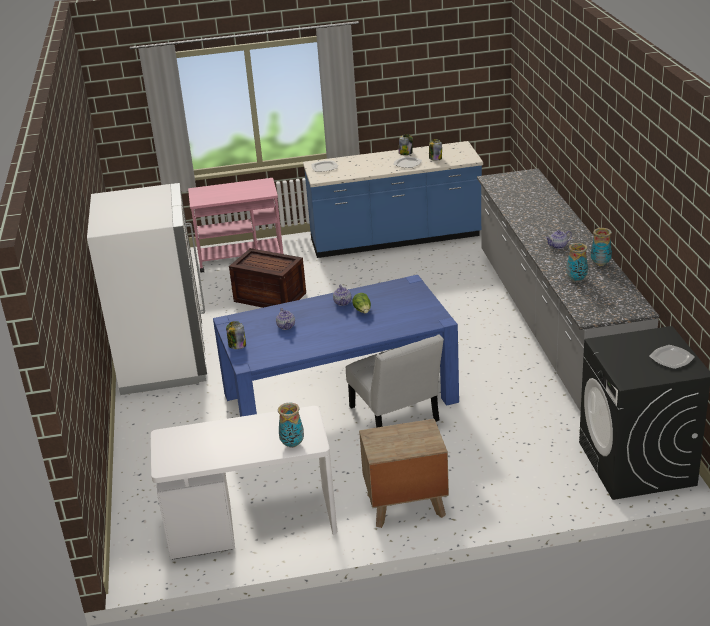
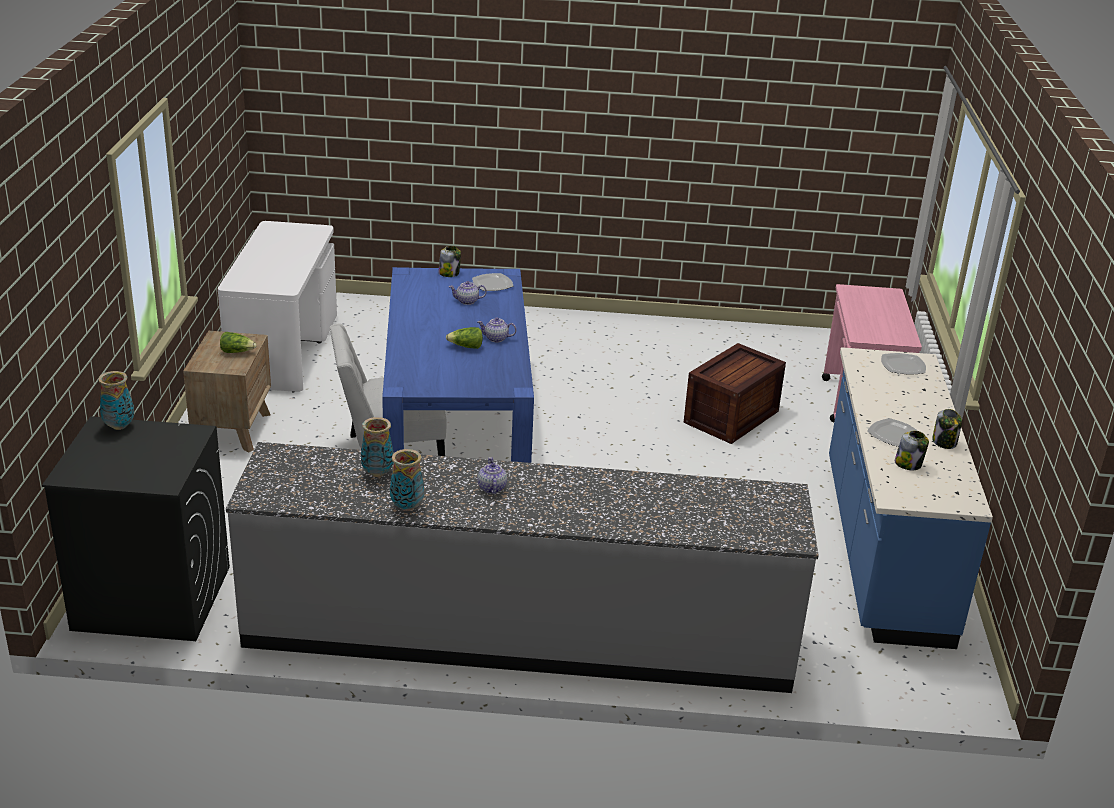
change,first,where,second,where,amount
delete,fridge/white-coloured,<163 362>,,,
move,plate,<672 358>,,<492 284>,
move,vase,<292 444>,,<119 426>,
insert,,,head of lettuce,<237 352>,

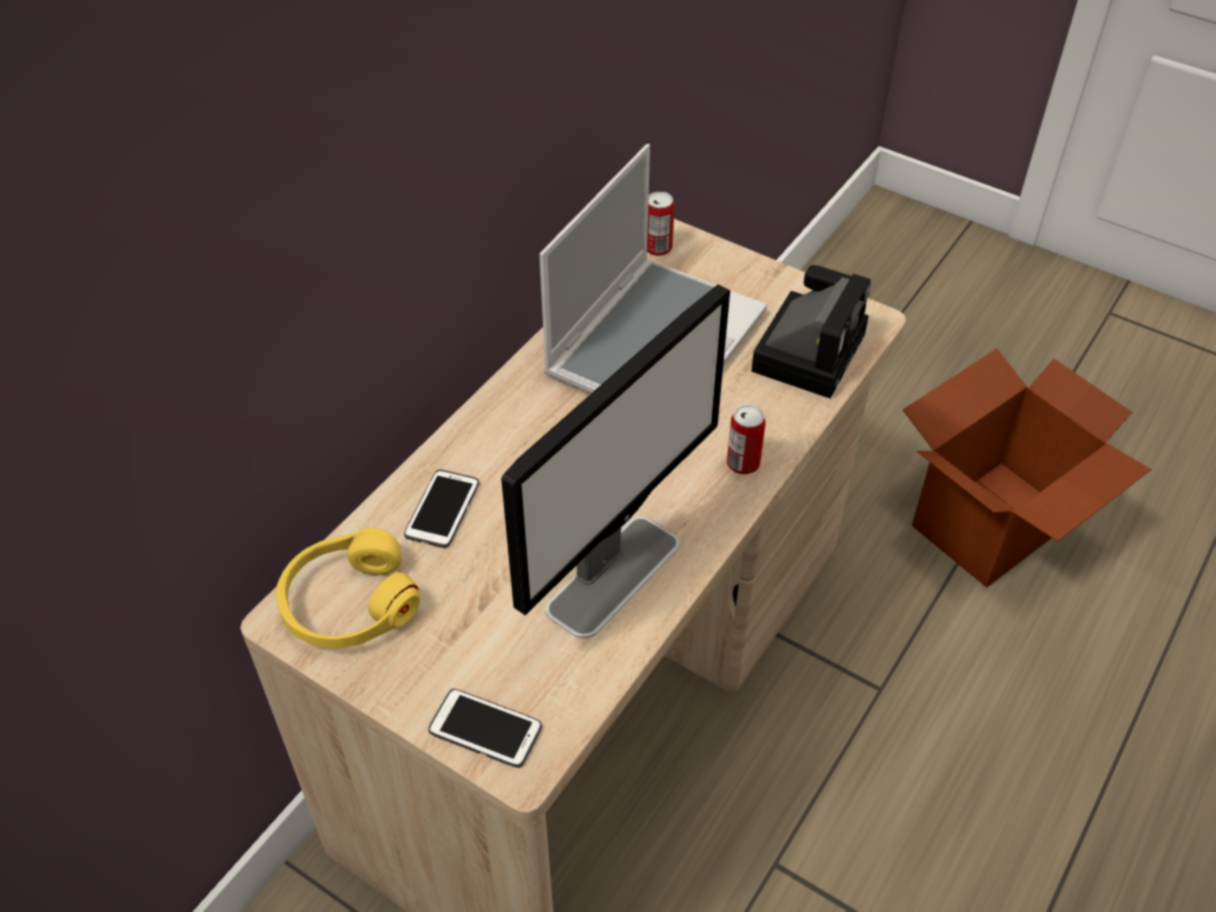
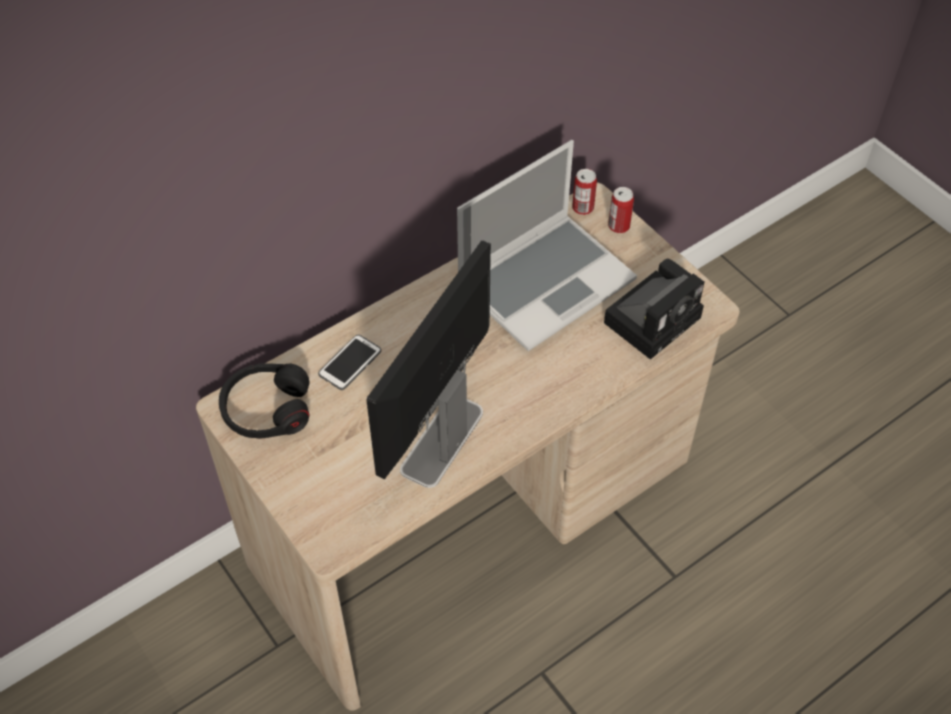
change,first,where,second,where,amount
rotate,computer display,<614 574>,,<441 441>,150 degrees clockwise
delete,cardboard box,<995 525>,,,
move,metal can,<743 463>,,<619 226>,
recolor,pair of headphones/yellowish,<349 603>,pair of headphones/black,<266 409>,
delete,telephone,<485 729>,,,

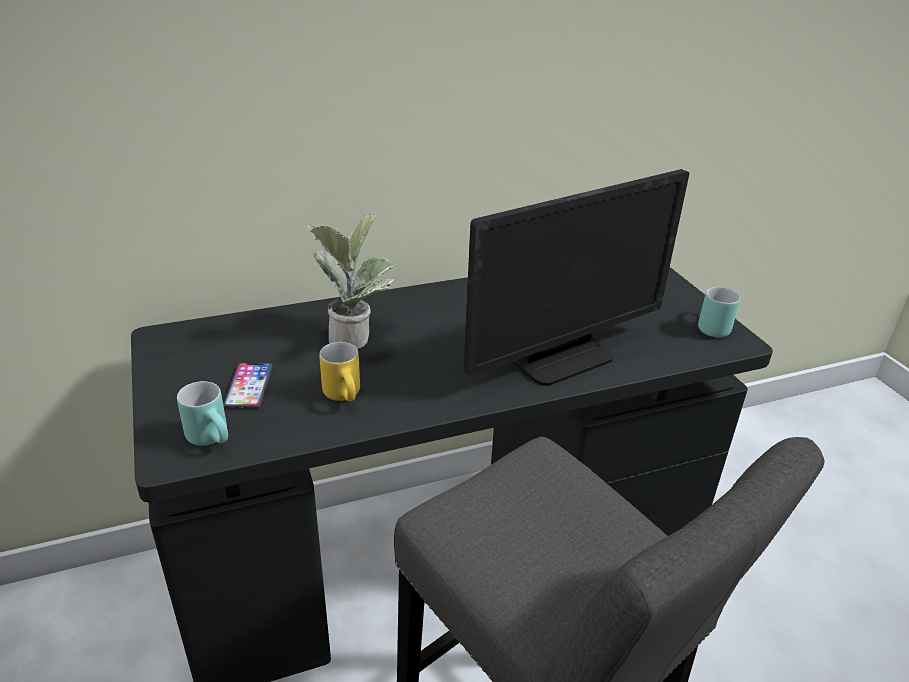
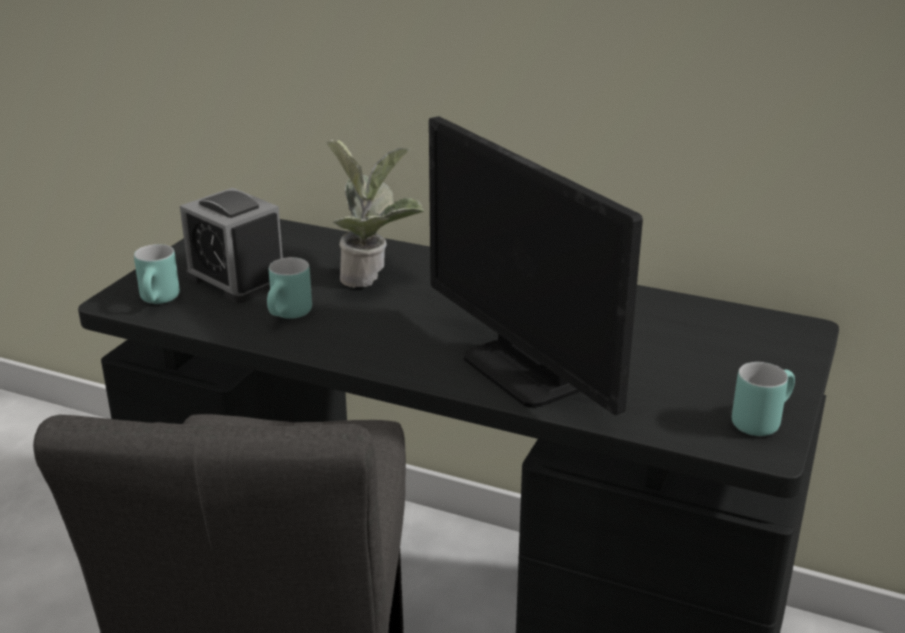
change,first,where,second,where,amount
rotate,computer display,<560 357>,,<525 371>,45 degrees clockwise
recolor,tea mug/yellowish,<346 396>,tea mug/turquoise,<290 316>,
replace,telephone,<249 386>,alarm clock,<236 279>,

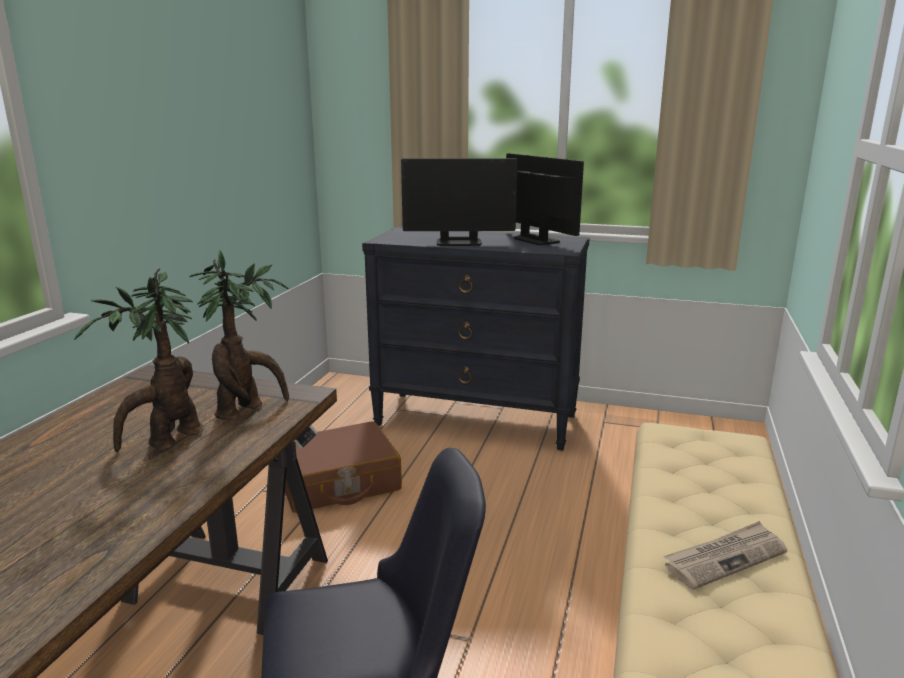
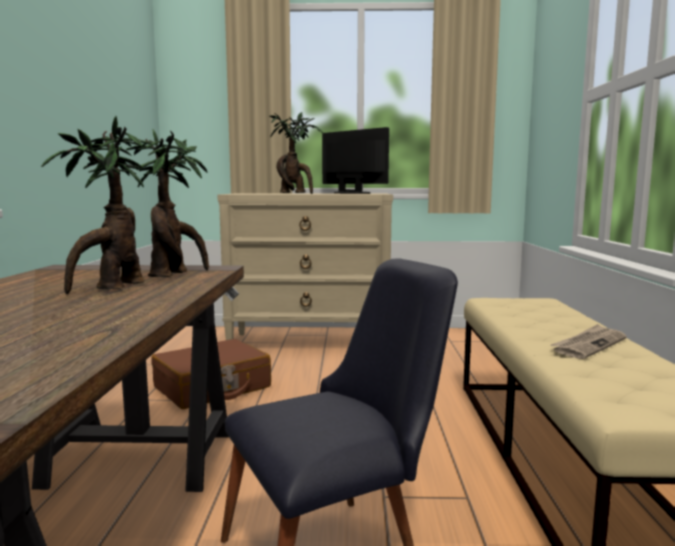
change,first,where,second,where,amount
replace,computer display,<459 242>,potted plant,<295 193>,
recolor,chest of drawers/black,<476 419>,chest of drawers/beige-coloured,<310 343>,

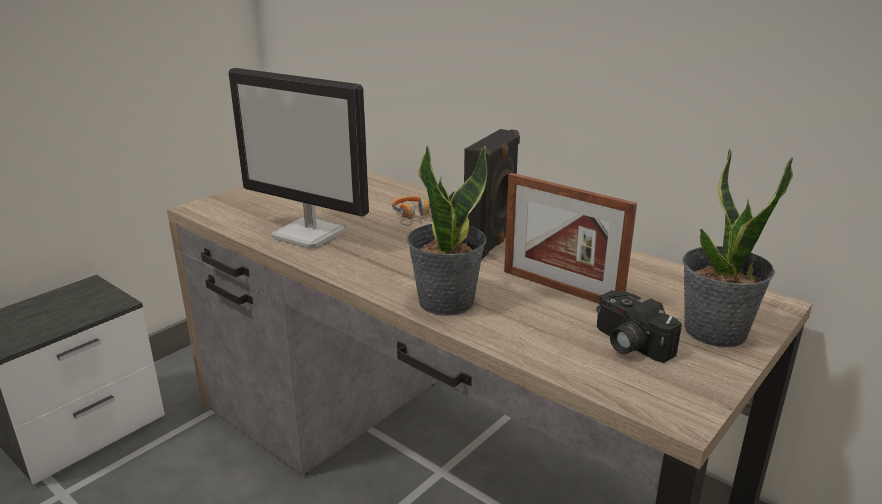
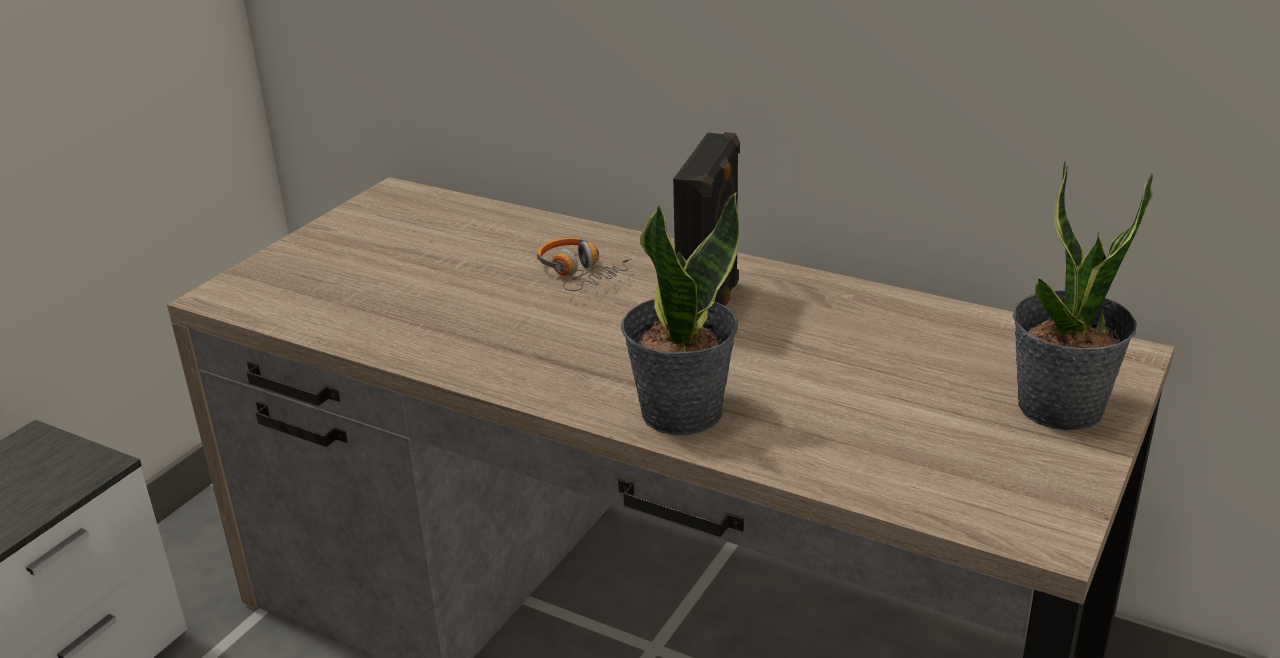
change,first,where,second,where,amount
delete,computer display,<310 234>,,,
delete,photo frame,<560 289>,,,
delete,still camera,<628 344>,,,

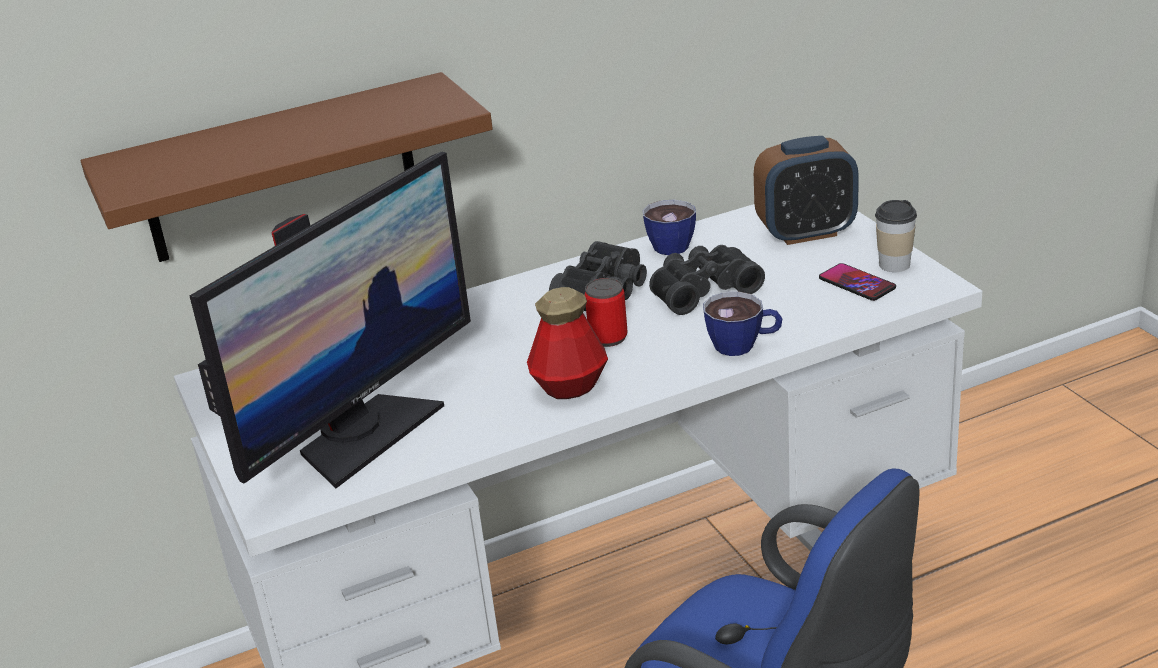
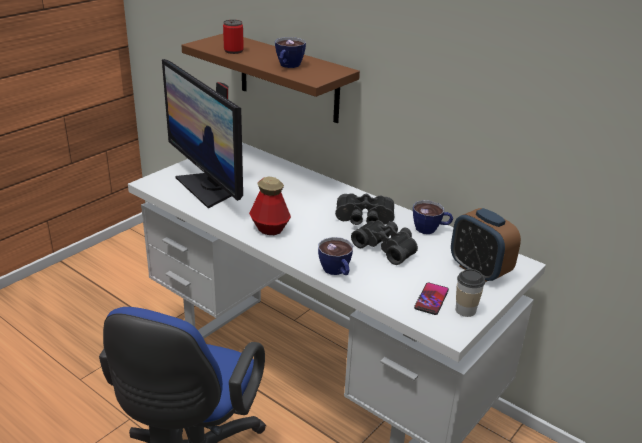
change,first,where,second,where,amount
rotate,computer display,<362 434>,,<208 188>,45 degrees clockwise
move,metal can,<608 337>,,<233 51>,
insert,,,small cup,<288 66>,

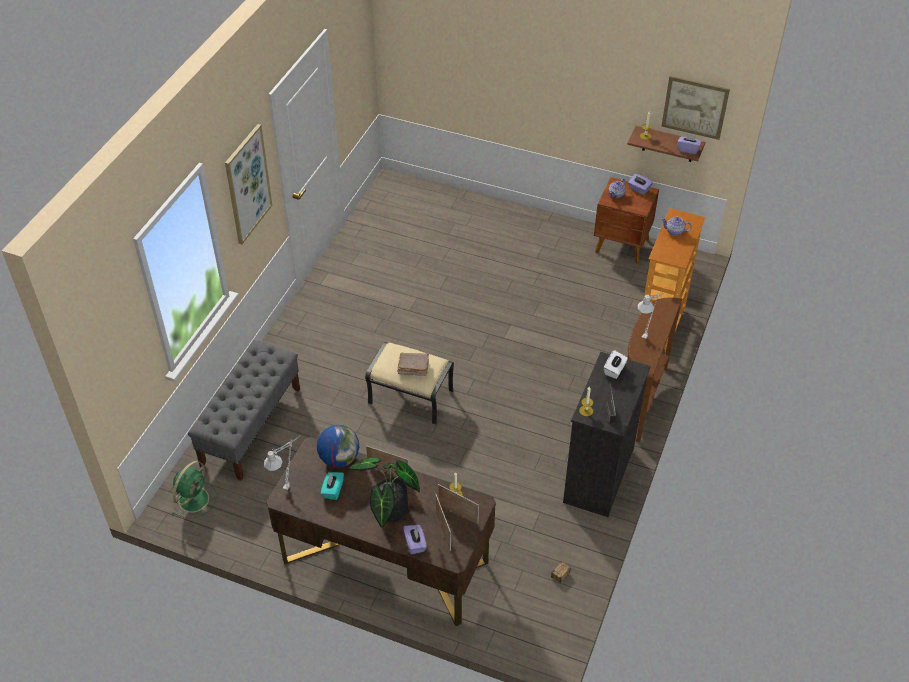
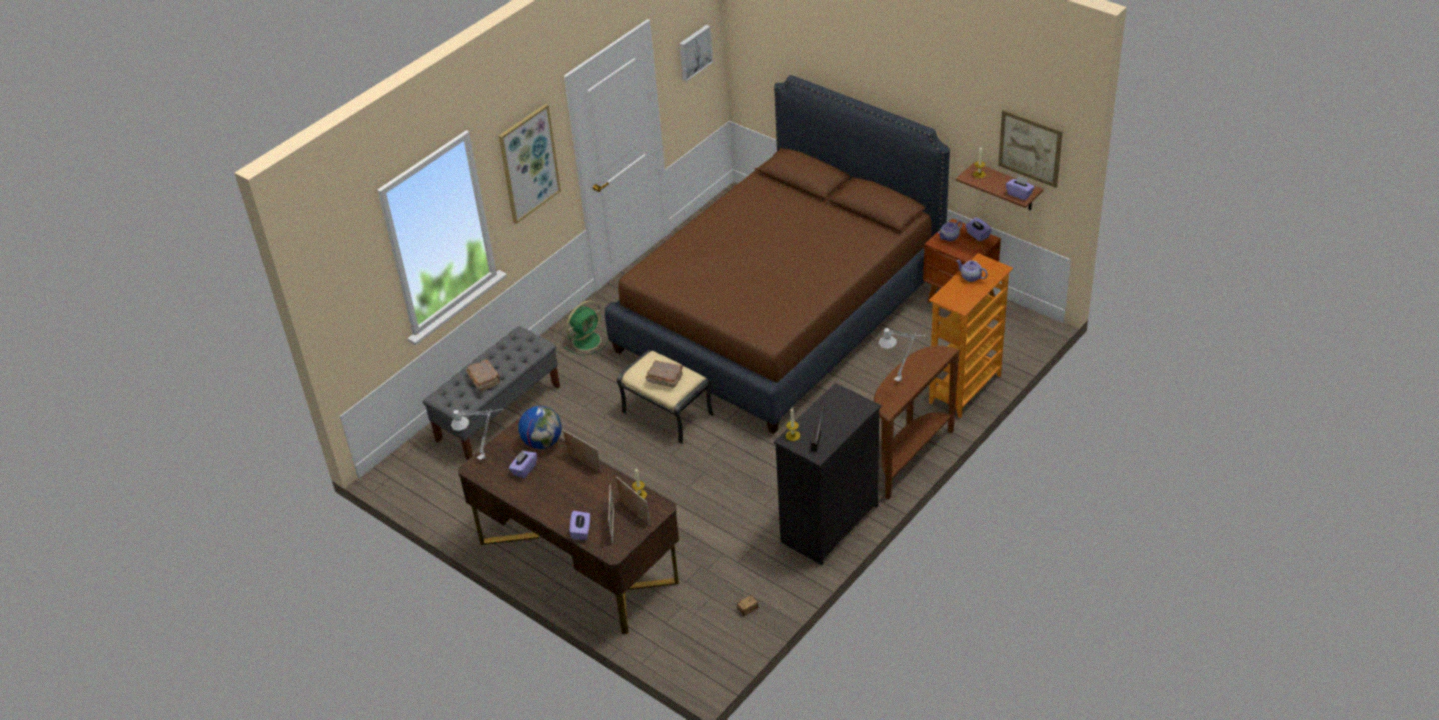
change,first,where,second,where,amount
delete,tissue box/white-coloured,<614 370>,,,
delete,potted plant,<388 511>,,,
move,electric fan/green,<194 498>,,<587 340>,
recolor,tissue box/turquoise,<332 490>,tissue box/purple-coloured,<524 469>,
insert,,,wall art,<694 52>,
insert,,,bedroom bed/brown,<781 313>,
insert,,,bound book/brown,<484 379>,

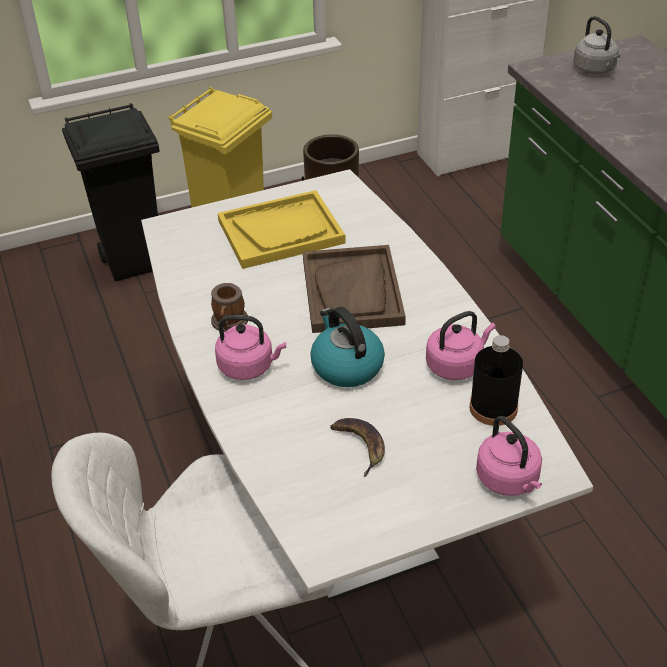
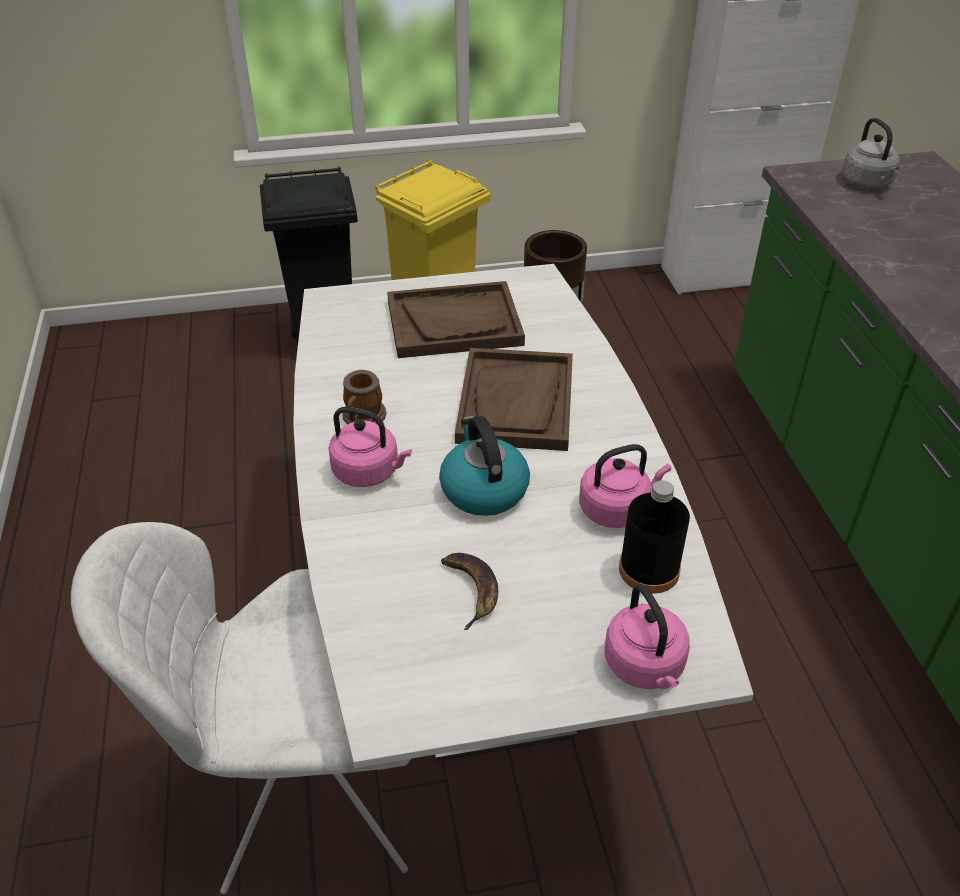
change,first,where,second,where,amount
recolor,serving tray/yellowish,<281 232>,serving tray/brown,<454 323>,

